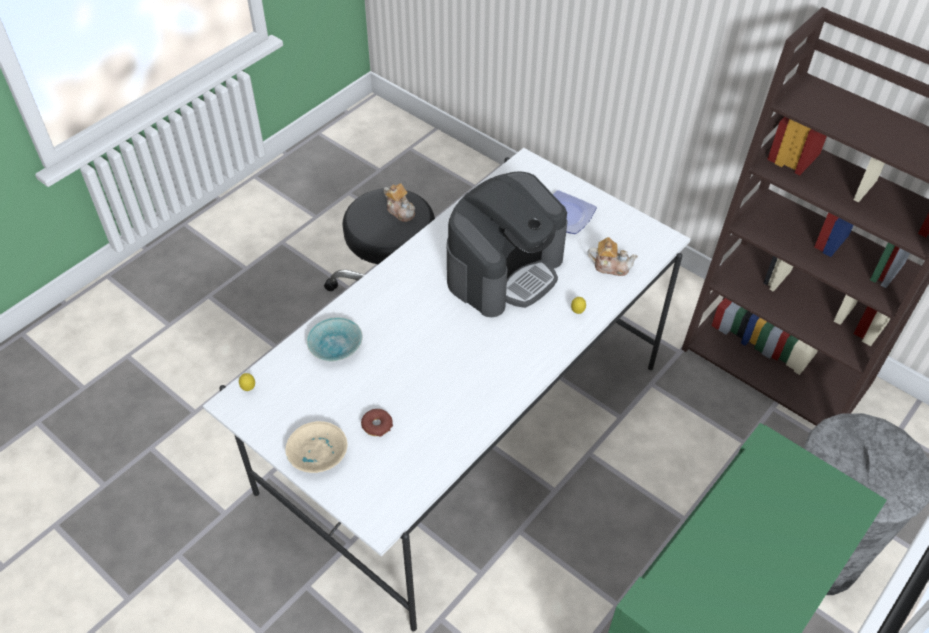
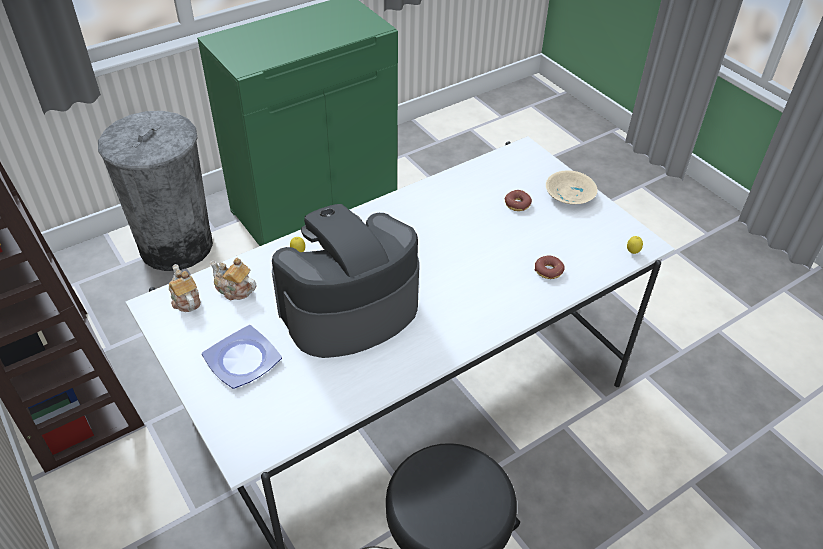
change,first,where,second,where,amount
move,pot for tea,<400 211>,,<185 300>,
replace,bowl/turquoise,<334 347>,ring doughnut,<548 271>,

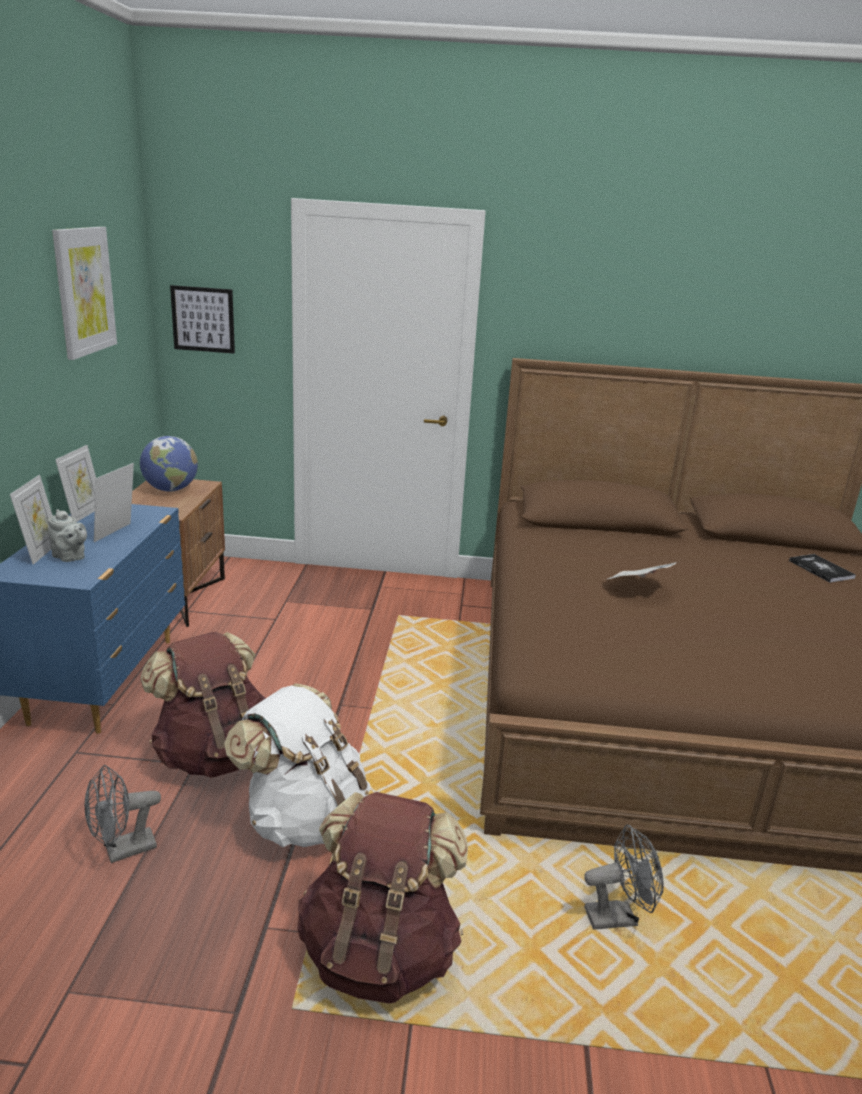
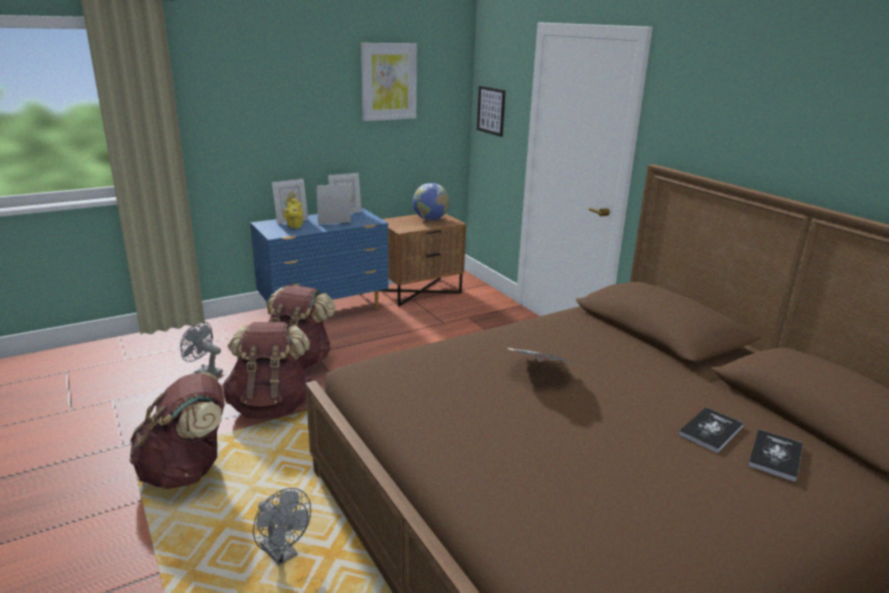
change,first,where,second,where,amount
recolor,pot for tea/greyish,<70 557>,pot for tea/yellowish,<294 226>,
recolor,rucksack/white-coloured,<304 818>,rucksack/brown,<271 407>,
insert,,,bound book,<710 430>,

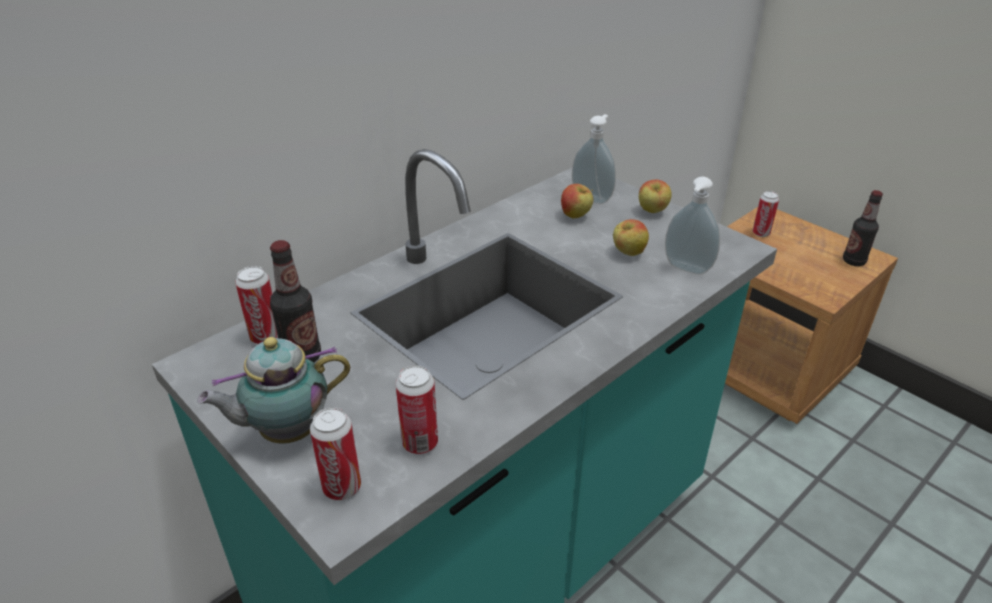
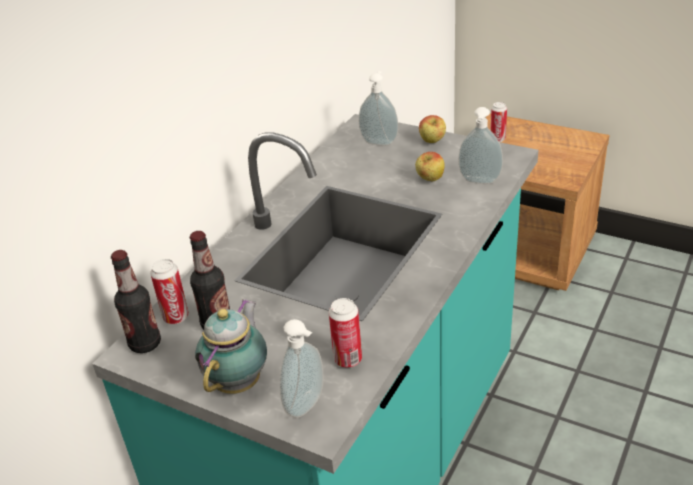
change,first,where,second,where,amount
delete,whole apple,<575 216>,,,
move,bottle,<853 261>,,<145 344>,
rotate,pot for tea,<286 432>,,<240 381>,150 degrees clockwise
replace,metal can,<342 487>,soap dispenser,<307 406>,

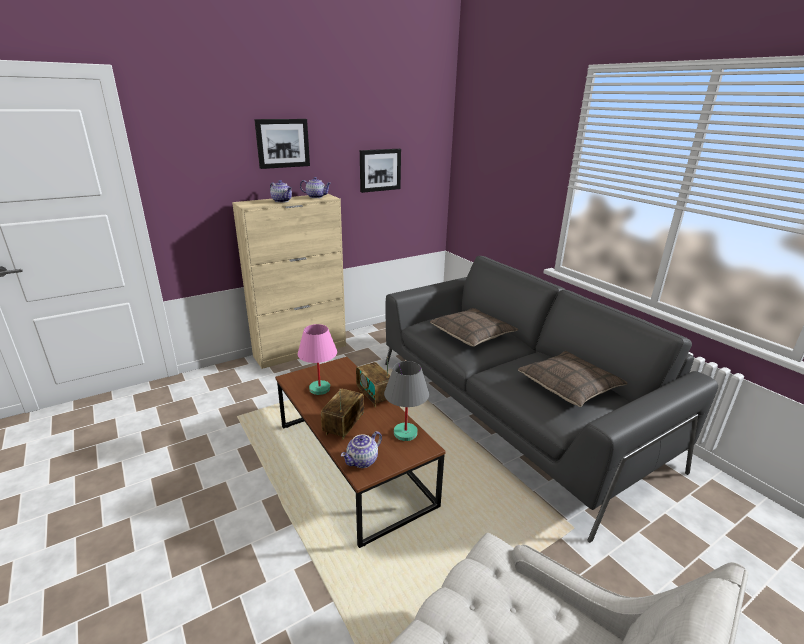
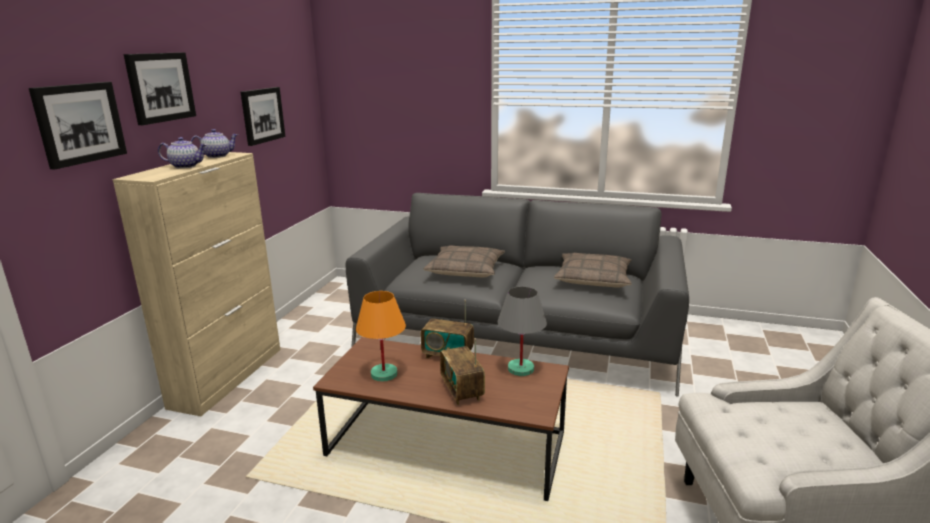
change,first,where,second,where,amount
recolor,table lamp/pink-coloured,<320 389>,table lamp/orangey,<384 374>,
delete,pot for tea,<362 461>,,,
insert,,,wall art,<79 123>,

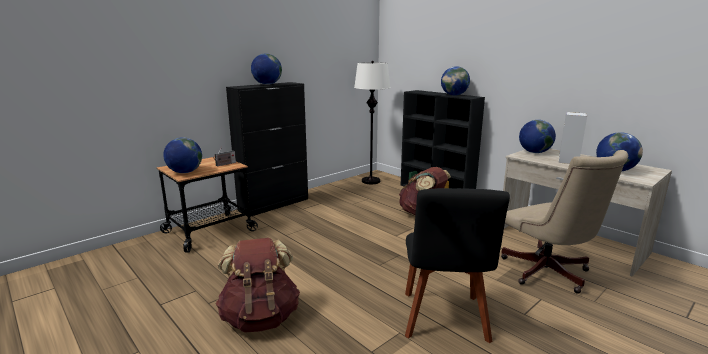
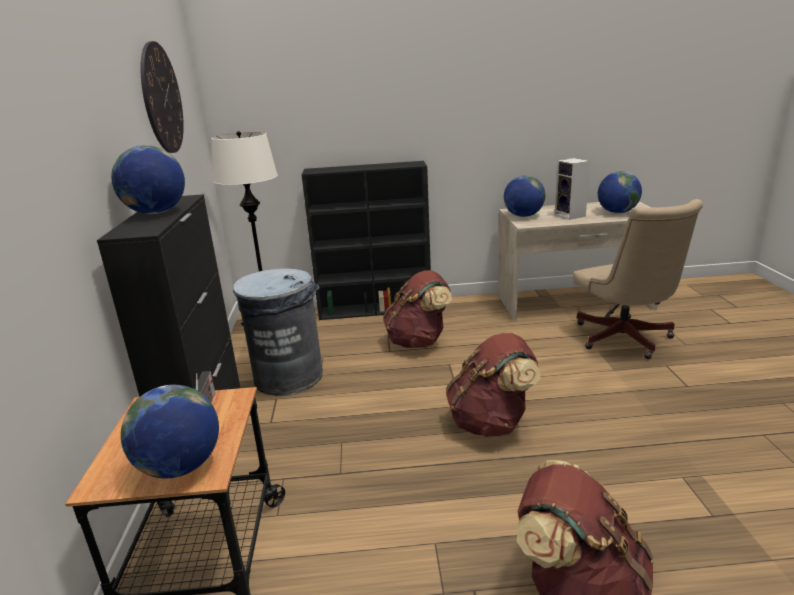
change,first,where,second,where,amount
delete,desk globe,<454 95>,,,
rotate,desk chair/beige-coloured,<548 274>,,<625 340>,60 degrees clockwise
delete,plain chair/black,<444 319>,,,
insert,,,clock on the wall,<162 98>,
insert,,,trash can/greyish,<288 377>,
insert,,,rucksack/brown,<491 423>,

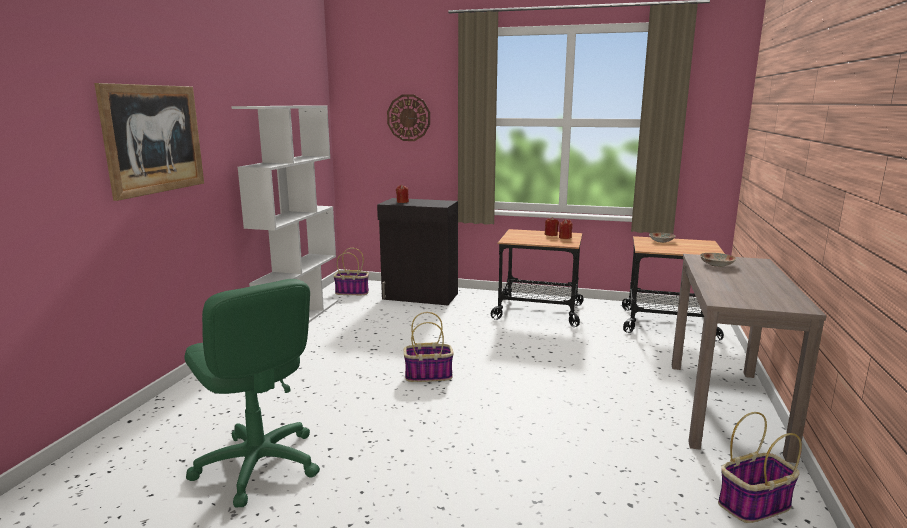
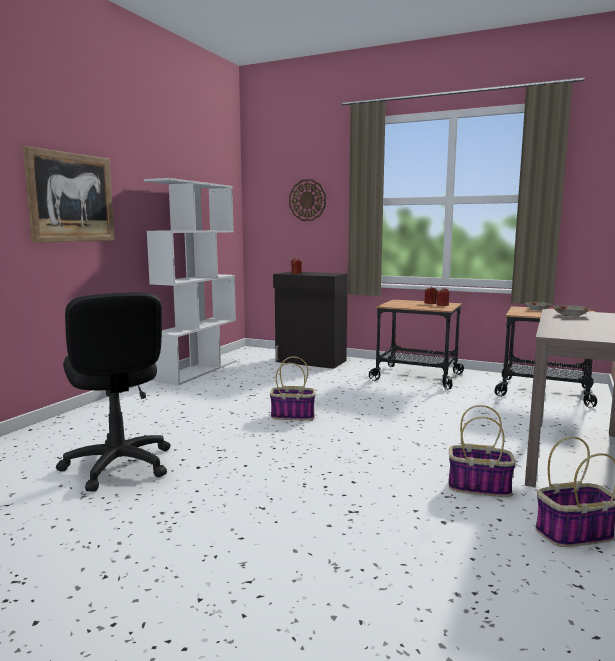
change,first,where,second,where,amount
move,basket,<352 292>,,<479 487>,
recolor,desk chair/green,<258 465>,desk chair/black,<118 465>,

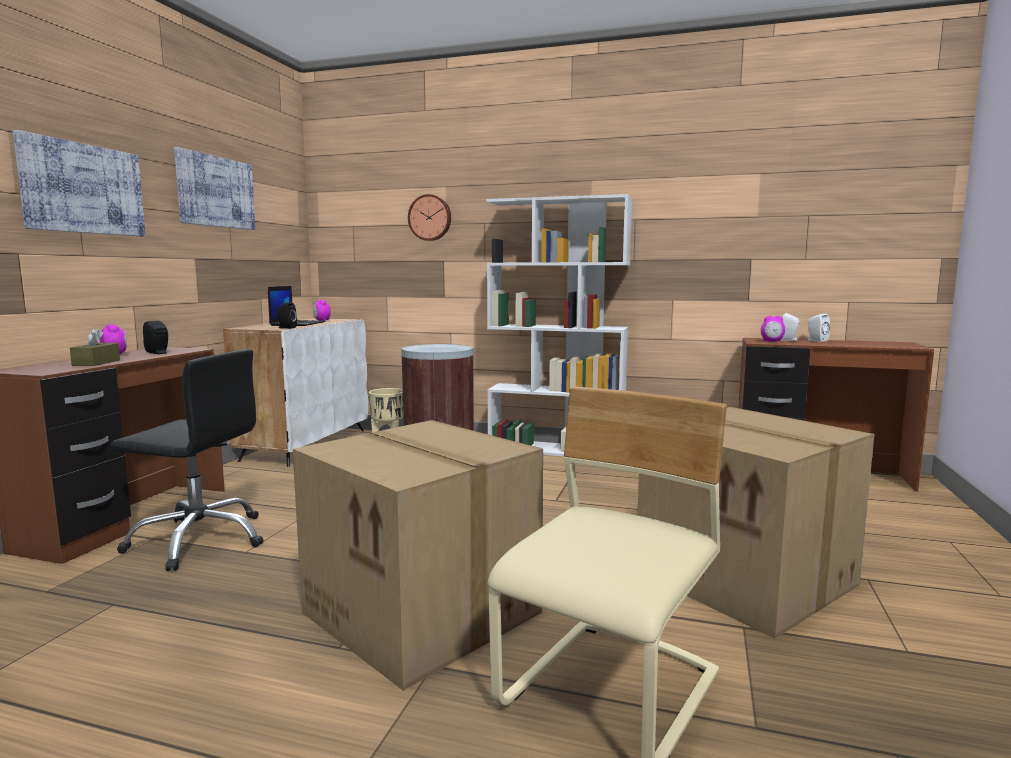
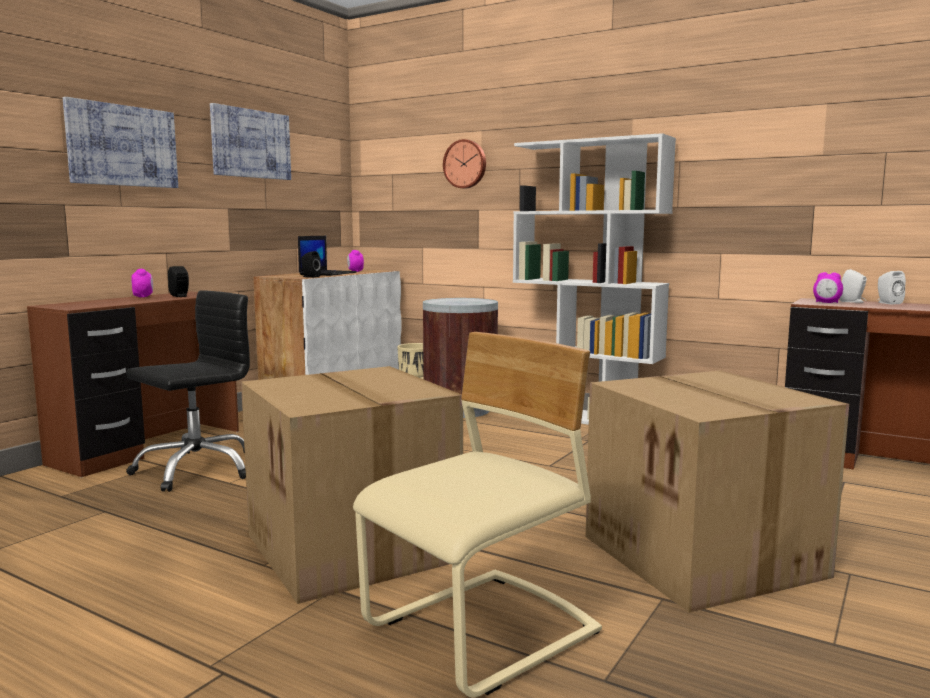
change,first,where,second,where,amount
delete,tissue box/brown,<96 363>,,,
rotate,desk chair/black,<199 540>,,<196 469>,75 degrees counterclockwise

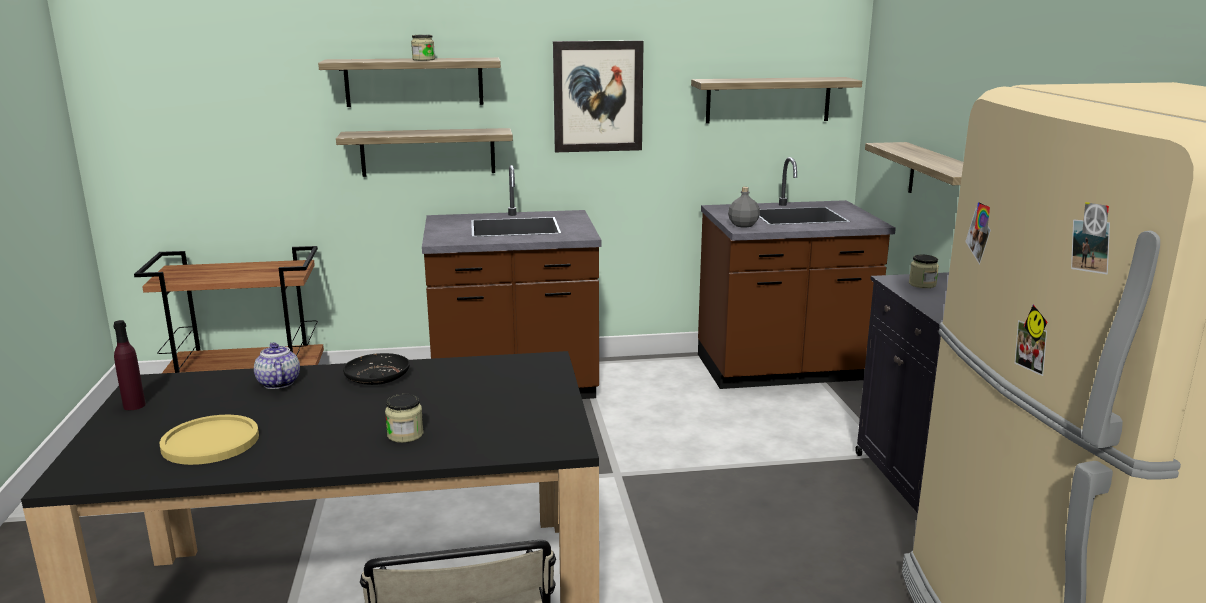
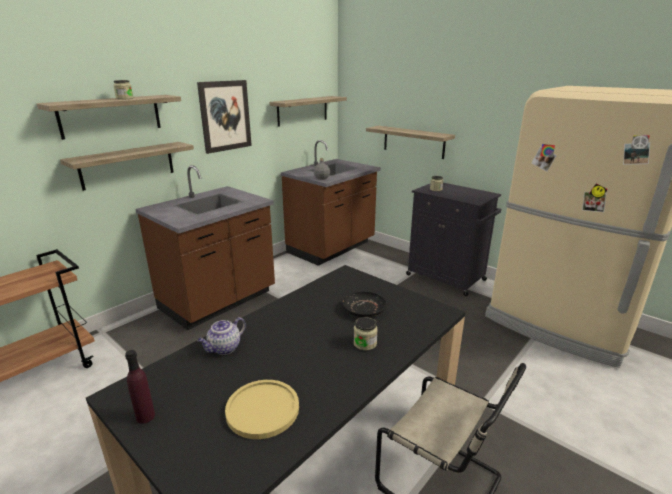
change,first,where,second,where,amount
rotate,pot for tea,<278 383>,,<224 348>,75 degrees counterclockwise
move,plate/black,<377 377>,,<364 309>,

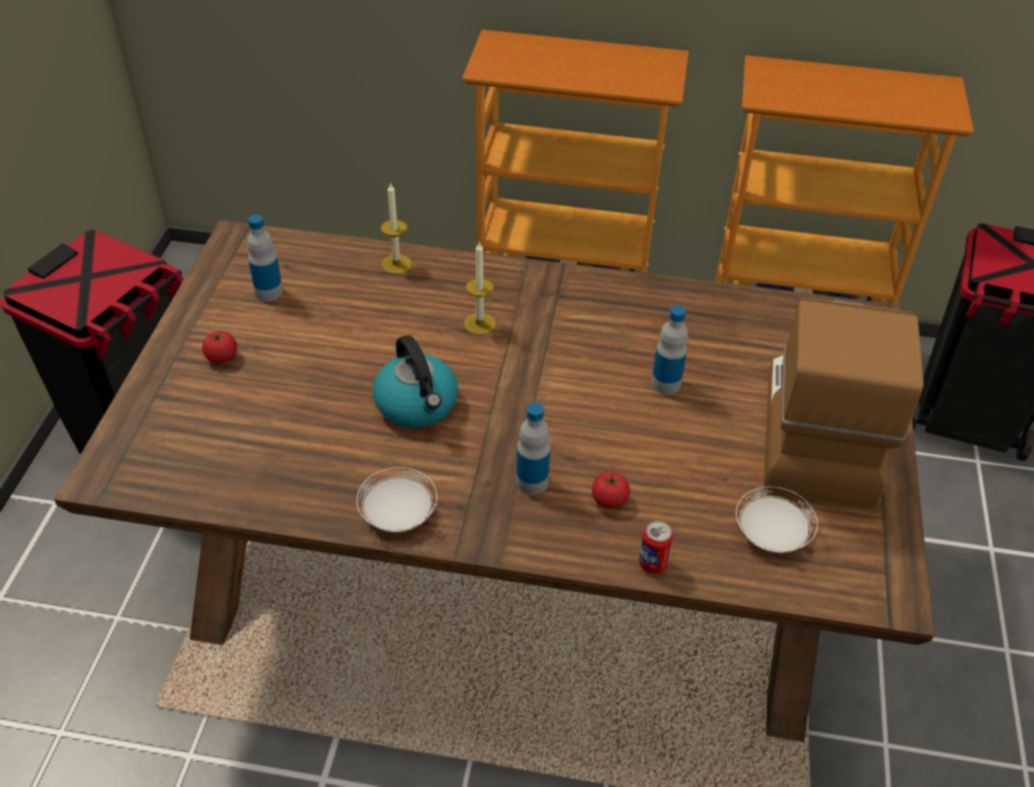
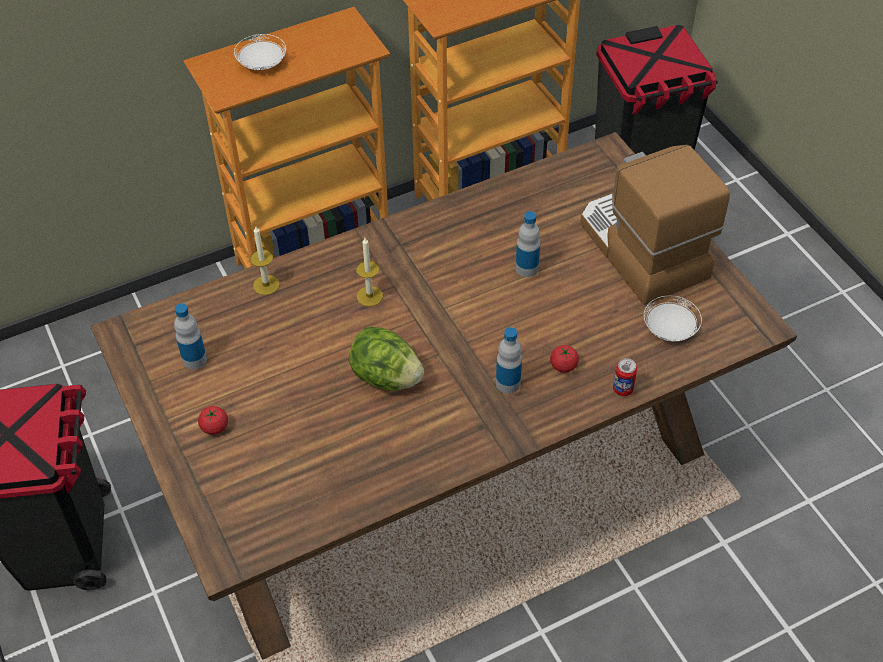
change,first,where,second,where,amount
replace,water kettle,<417 404>,head of lettuce,<386 377>,
move,plate/white-coloured,<399 514>,,<262 64>,

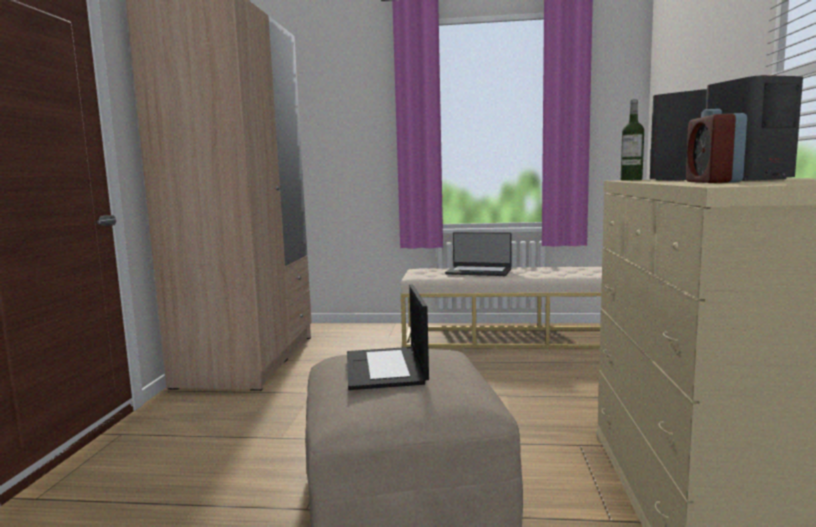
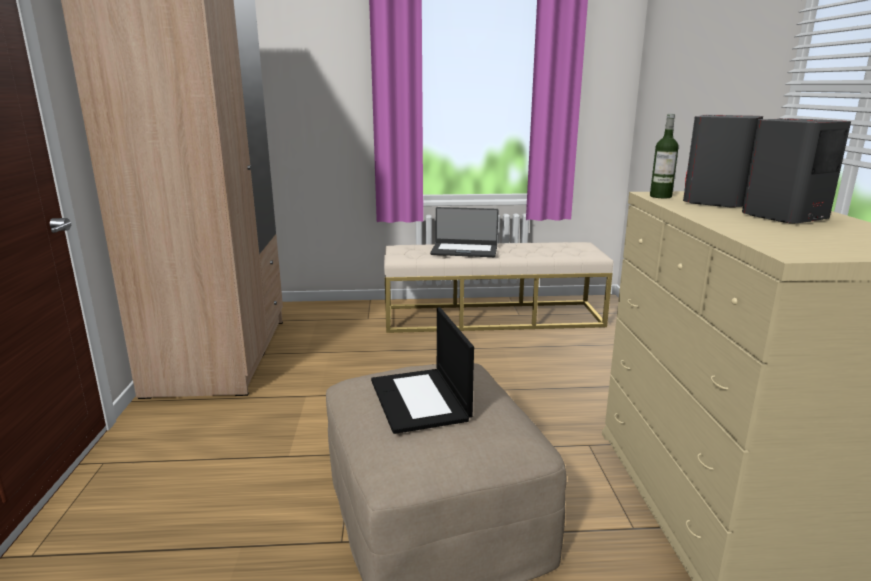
change,first,where,second,where,amount
delete,alarm clock,<712 182>,,,

